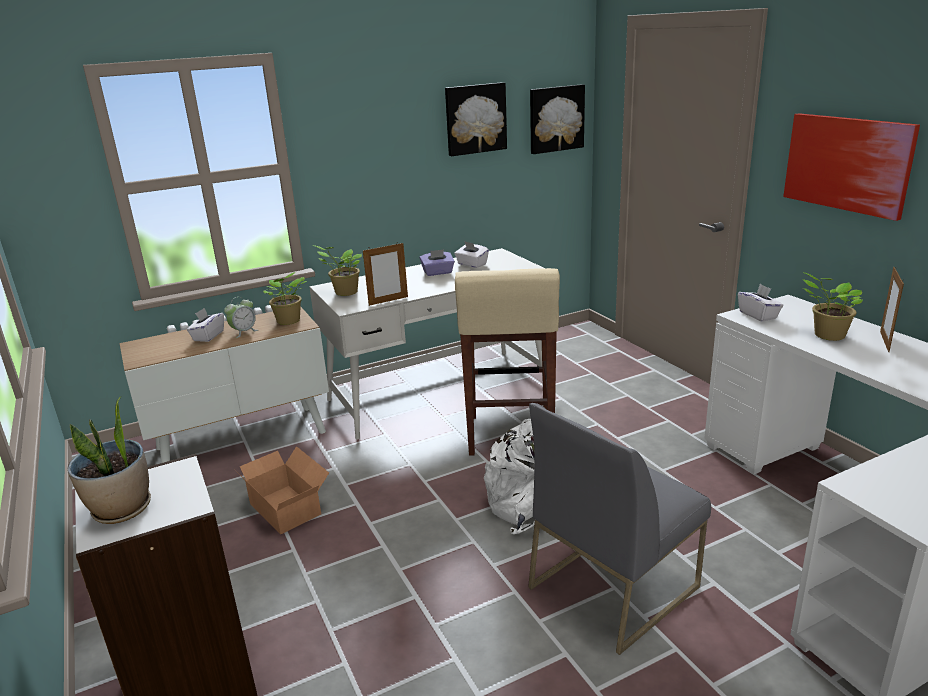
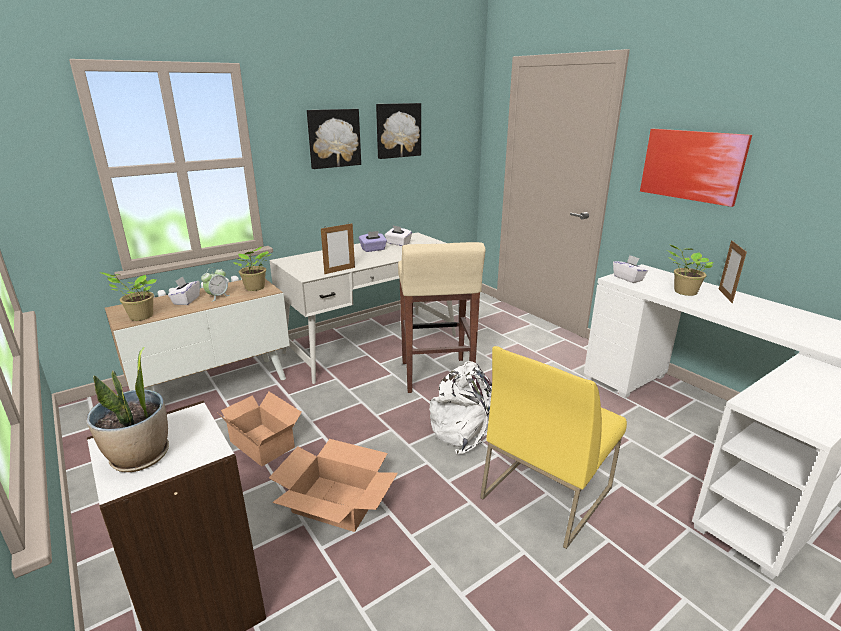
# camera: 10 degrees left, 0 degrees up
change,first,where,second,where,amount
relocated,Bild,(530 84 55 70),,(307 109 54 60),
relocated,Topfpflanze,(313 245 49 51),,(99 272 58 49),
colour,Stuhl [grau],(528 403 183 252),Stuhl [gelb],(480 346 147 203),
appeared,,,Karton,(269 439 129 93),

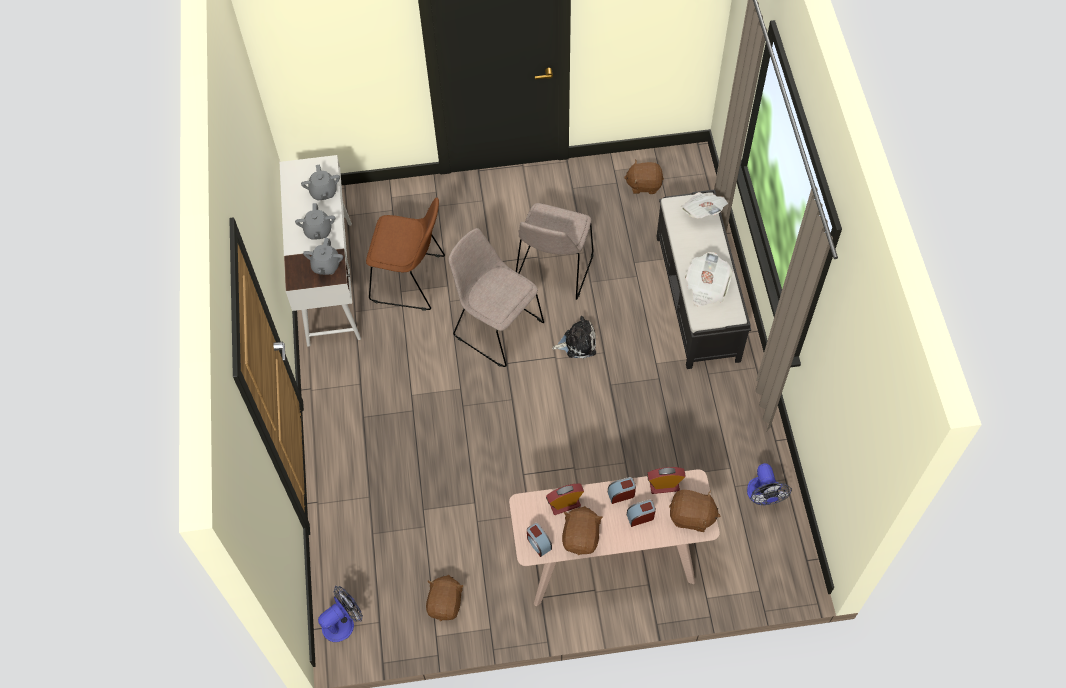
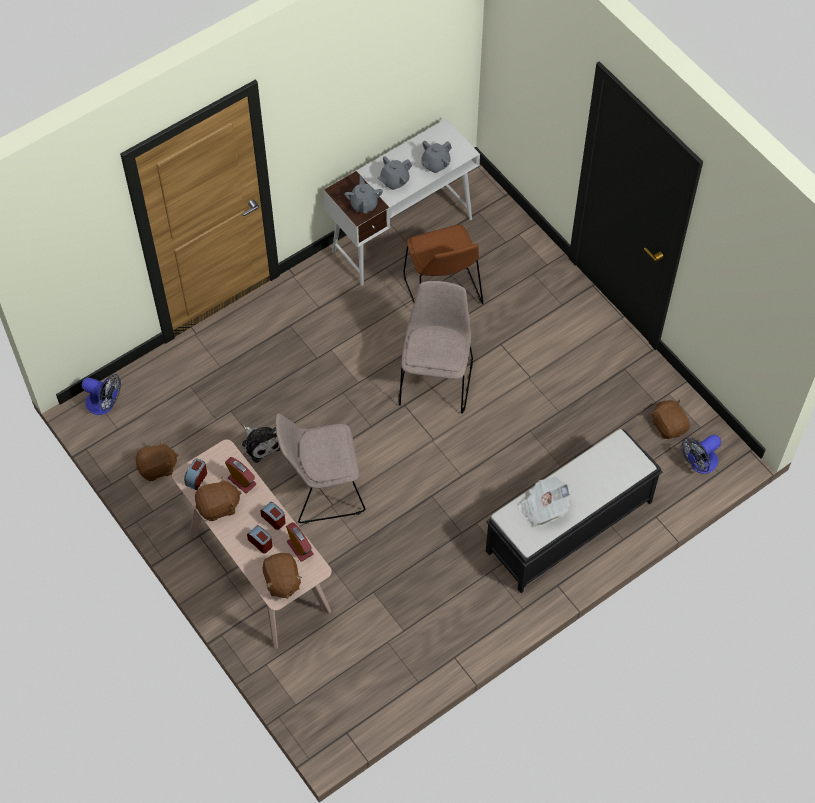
# camera: 60 degrees right, 0 degrees up
change,first,where,second,where,amount
missing,Zeitung,(680 192 48 26),,,
relocated,Stuhl [beige],(516 203 78 97),,(275 413 91 111),
spun,Teekanne [grau],(303 238 40 37),,(345 176 38 37),105 degrees clockwise
relocated,Plüschtier,(552 316 44 42),,(242 426 38 37),
relocated,Ventilator,(747 463 45 42),,(681 435 40 39),

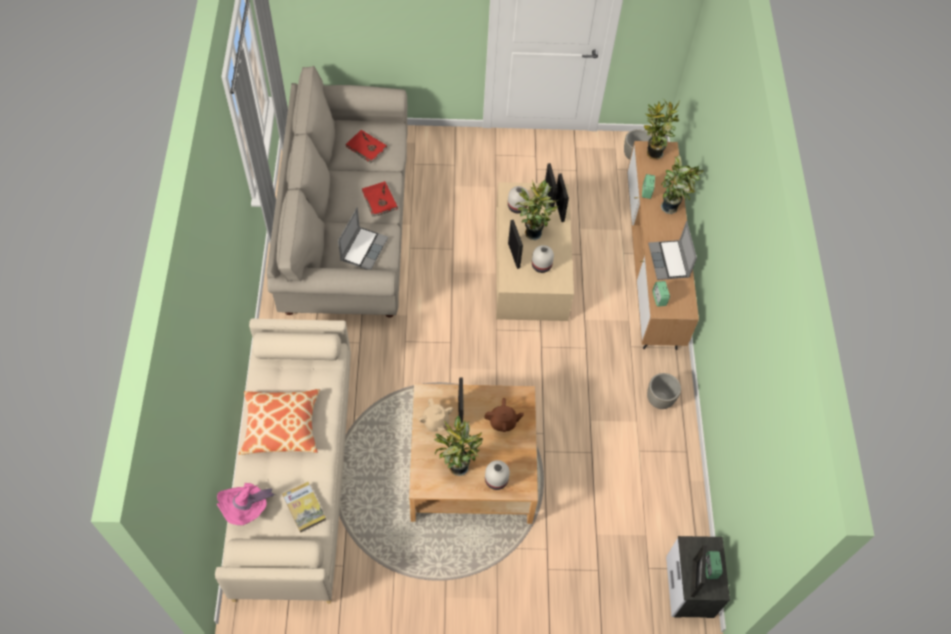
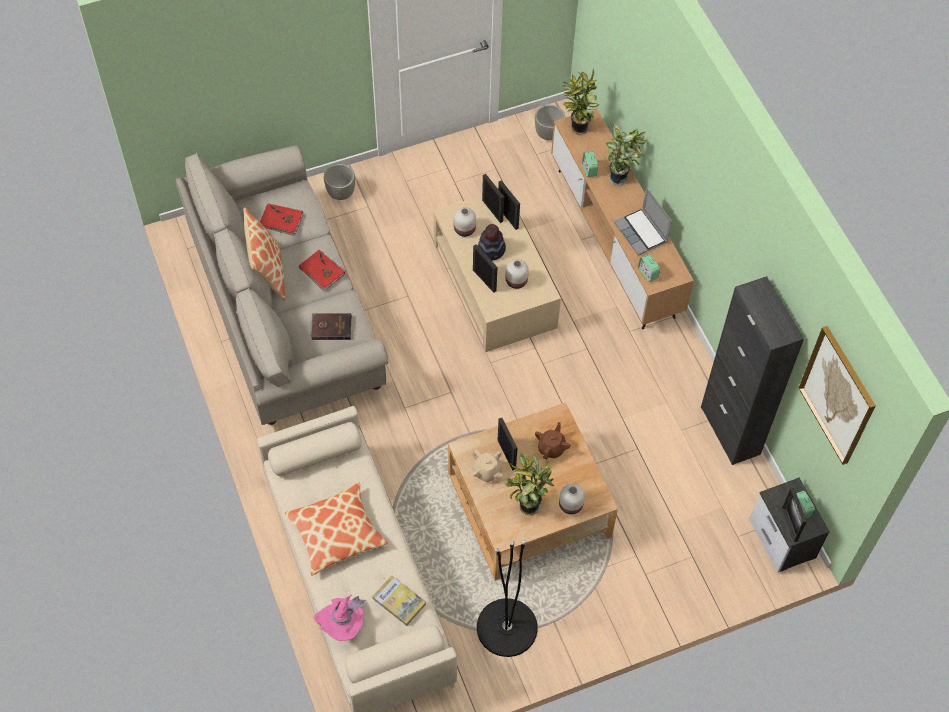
# camera: 20 degrees left, 0 degrees up
change,first,where,second,where,amount
exchanged,Topfpflanze,(516 179 42 61),Hut,(478 224 28 37),
exchanged,Laptop,(338 208 50 62),Buch [braun],(310 313 42 27),
relocated,Pflanzkübel [grau],(647 373 34 36),,(324 164 31 36),
spun,Teekanne [braun],(485 398 39 34),,(535 422 36 37),45 degrees counterclockwise
appeared,,,Kissen,(244 207 41 93),
appeared,,,Schrank [schwarz],(701 276 103 189),
appeared,,,Bild,(799 326 77 139),
appeared,,,Stehlampe [schwarz],(477 540 61 117),

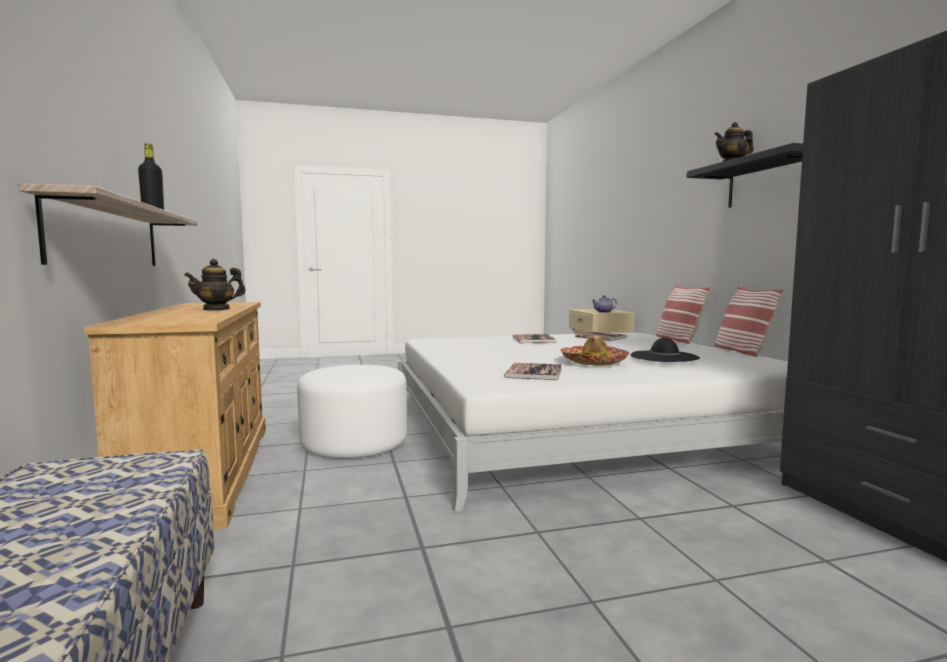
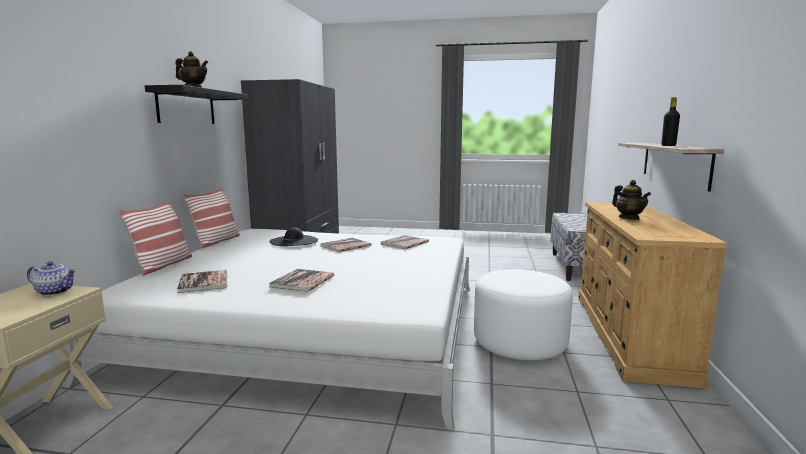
# camera: 155 degrees left, 5 degrees up
change,first,where,second,where,amount
spun,Teekanne,(184 259 62 52),,(612 180 39 40),75 degrees clockwise
exchanged,Hut,(560 336 70 29),Buch,(320 238 51 14),

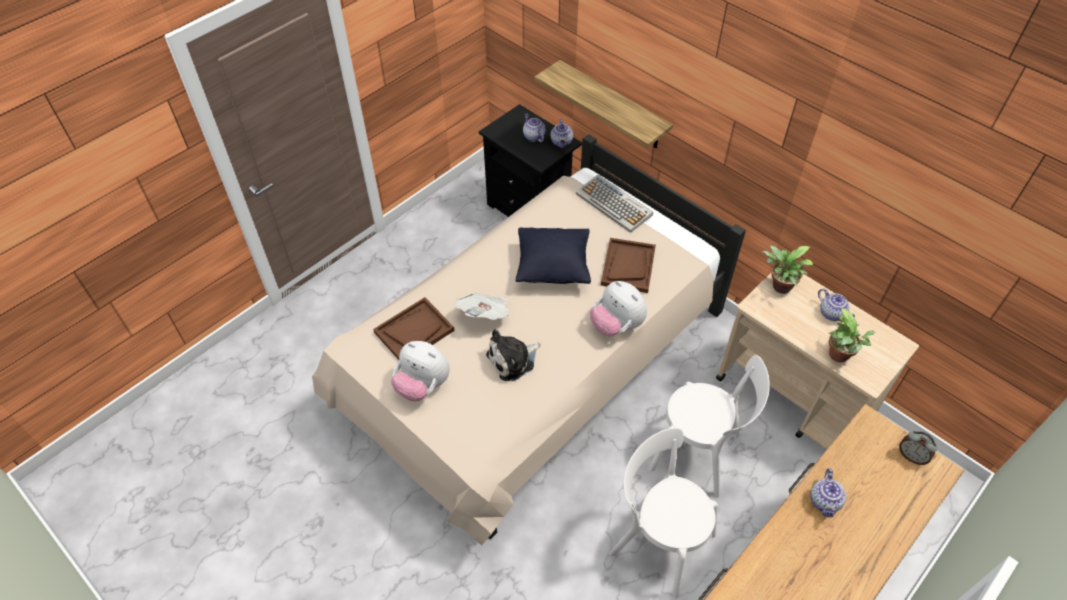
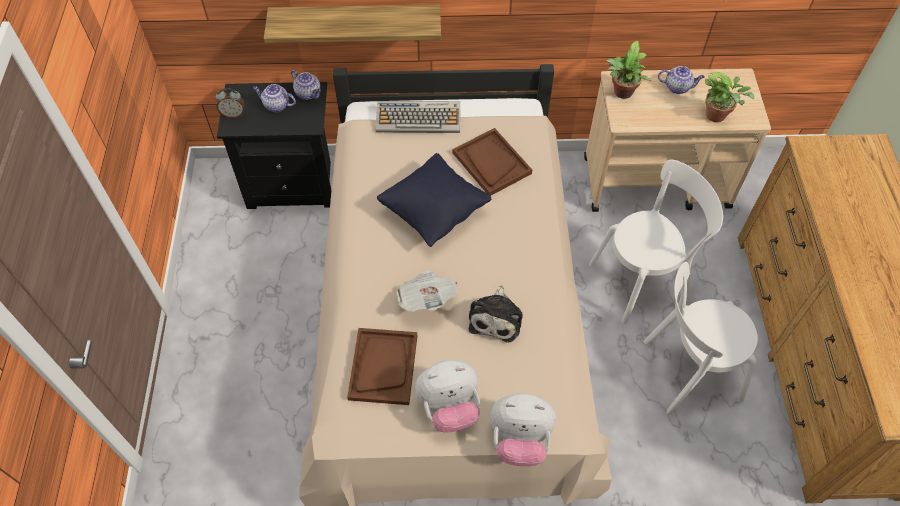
# camera: 45 degrees left, 5 degrees up
change,first,where,second,where,amount
relocated,Plüschtier,(590 281 57 55),,(490 393 66 73),
relocated,Wecker,(899 430 38 35),,(216 88 29 30),
missing,Teekanne,(810 468 36 49),,,

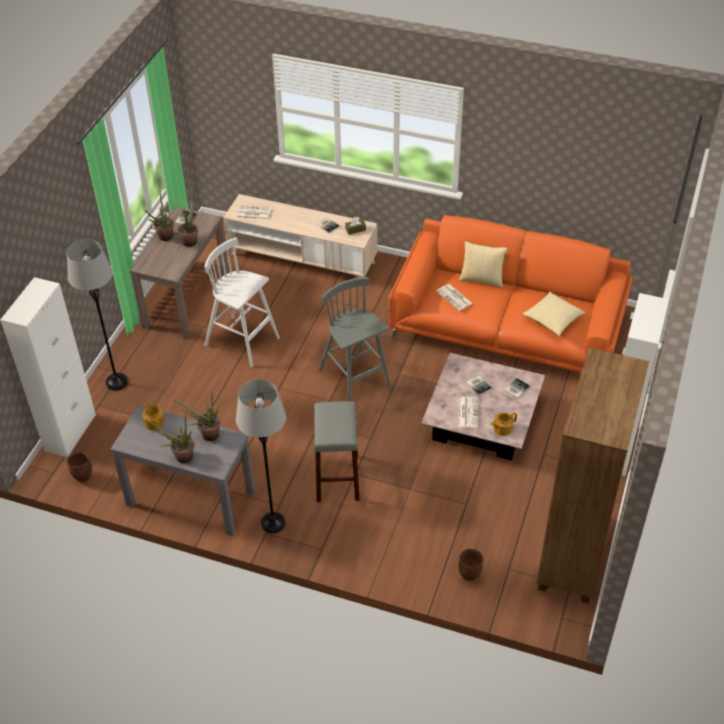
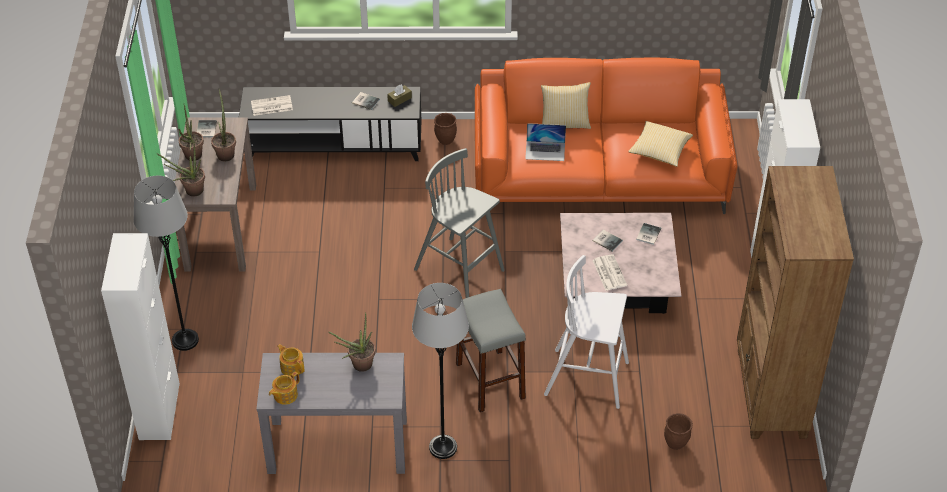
# camera: 20 degrees left, 0 degrees up
change,first,where,second,where,amount
colour,Fernsehschrank [beige],(223 194 154 84),Fernsehschrank [schwarz],(239 87 182 74),
relocated,Hocker [weiß],(205 237 75 130),,(544 255 85 154),
exchanged,Zeitung,(436 284 37 27),Laptop,(525 123 41 38),
relocated,Teekanne,(490 412 27 24),,(269 372 31 33),
relocated,Topfpflanze,(146 415 49 48),,(157 139 48 58),
relocated,Pflanzkübel [braun],(66 451 26 31),,(434 113 23 32),

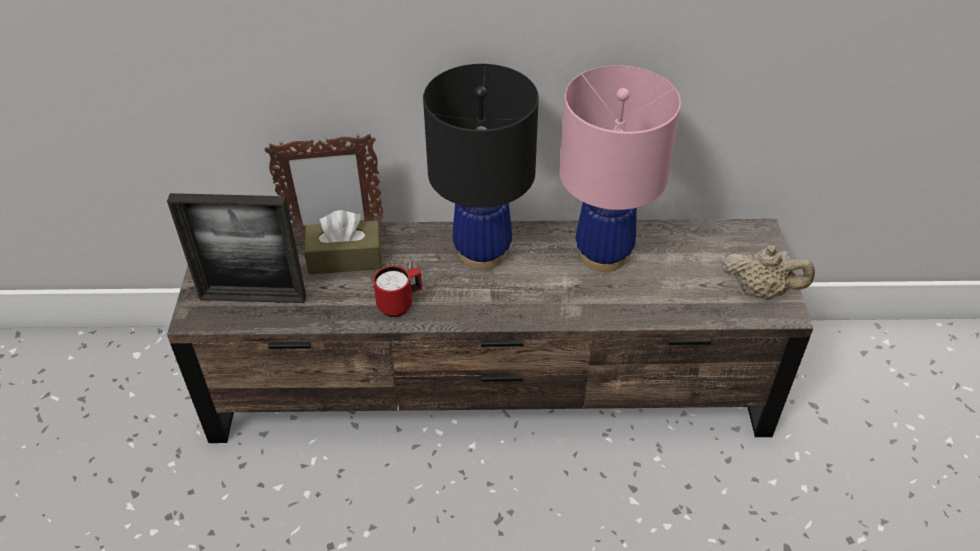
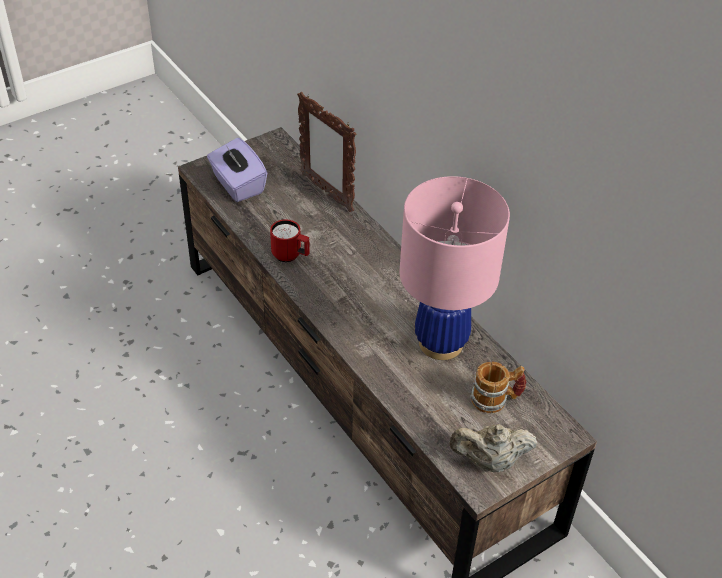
# camera: 55 degrees right, 0 degrees up
change,first,where,second,where,amount
missing,Tischlampe [schwarz],(423 64 116 206),,,
exchanged,Bilderrahmen,(167 193 139 110),Taschentuchbox [lila],(207 138 60 64),
missing,Taschentuchbox [braun],(304 210 78 65),,,
spun,Teekanne [beige],(722 245 93 55),,(449 424 88 48),105 degrees clockwise
appeared,,,Henkelbecher,(470 361 56 52),

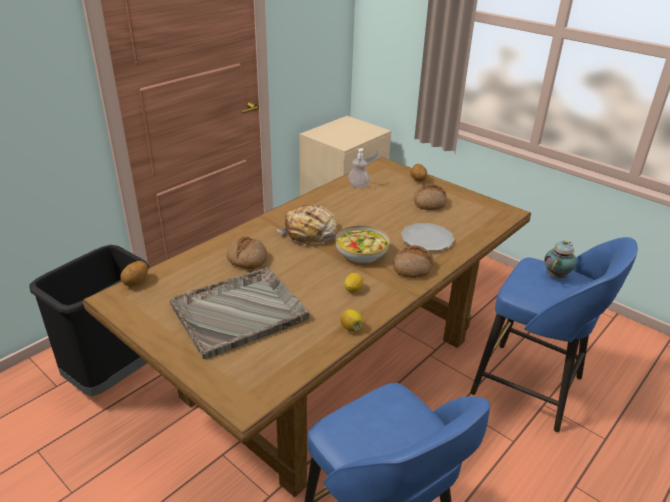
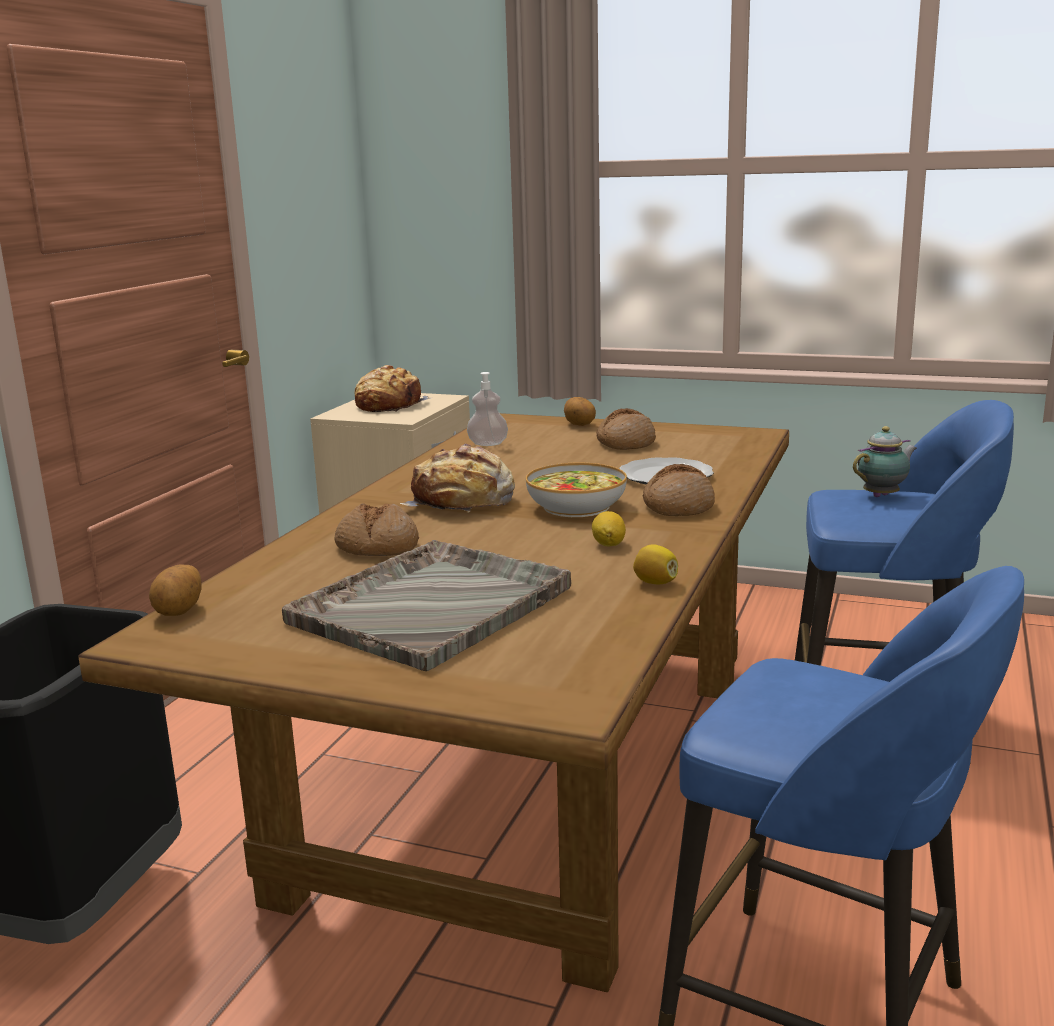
# camera: 20 degrees left, 15 degrees down
change,first,where,second,where,amount
spun,Teekanne,(544 240 33 38),,(853 426 64 71),45 degrees clockwise
appeared,,,Brot,(355 365 76 47),

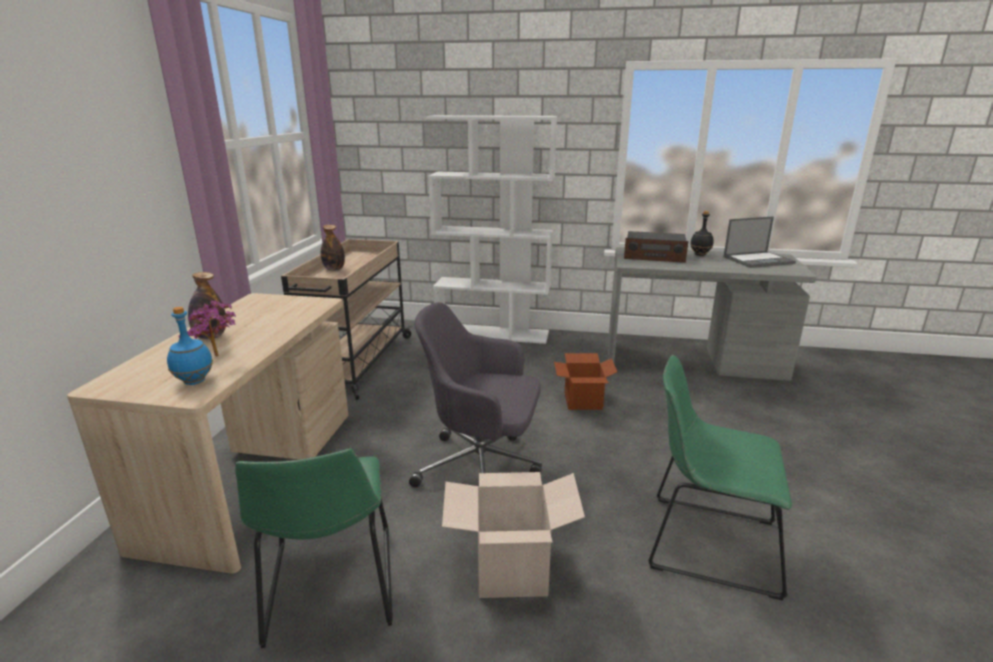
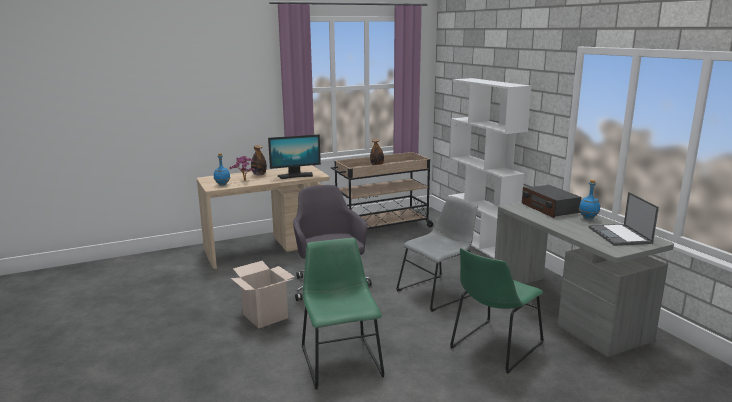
# camera: 55 degrees right, 5 degrees down
change,first,where,second,where,amount
colour,Flasche [schwarz],(690 211 24 45),Flasche [blau],(579 180 21 40),
spun,Laptop,(724 217 72 51),,(589 192 70 54),45 degrees clockwise
exchanged,Karton,(554 353 63 57),Stuhl [grau],(396 196 82 116),
relocated,Stuhl [grün],(235 448 158 200),,(450 248 94 125),
appeared,,,Monitor,(268 134 53 45),

